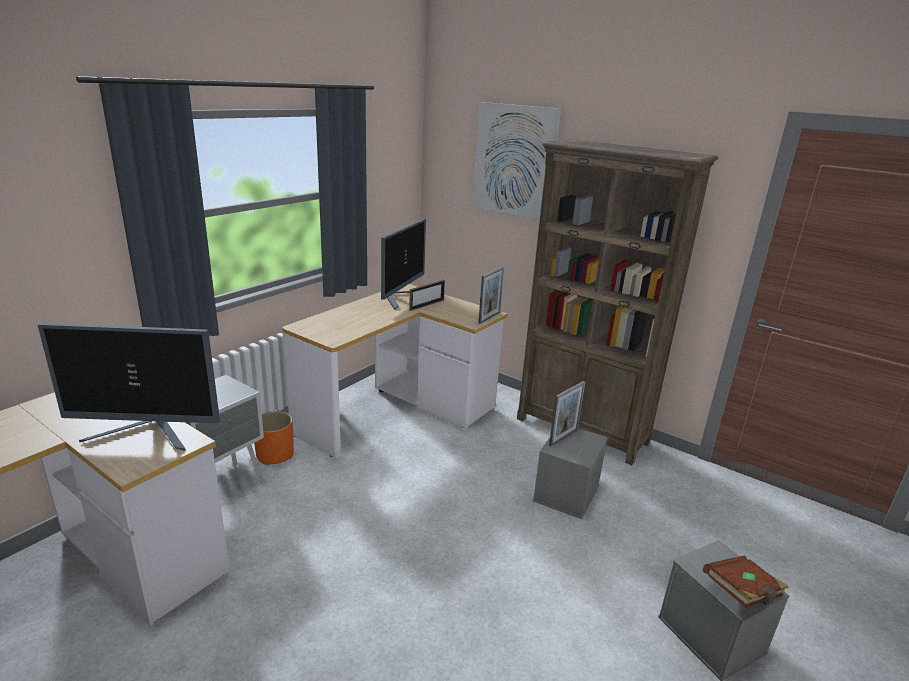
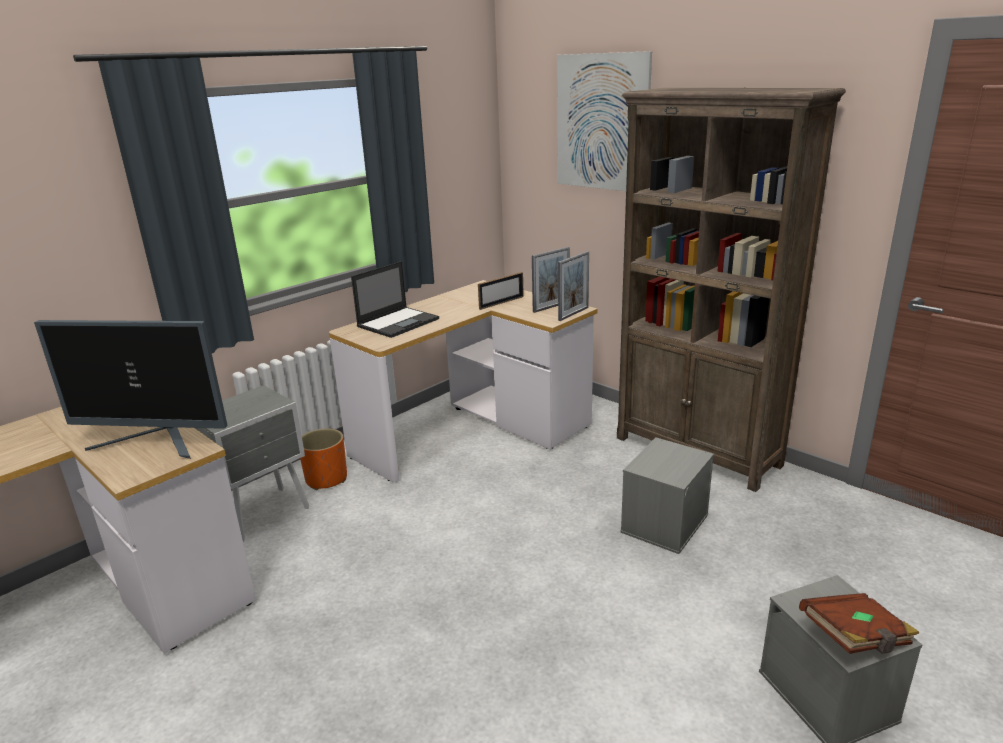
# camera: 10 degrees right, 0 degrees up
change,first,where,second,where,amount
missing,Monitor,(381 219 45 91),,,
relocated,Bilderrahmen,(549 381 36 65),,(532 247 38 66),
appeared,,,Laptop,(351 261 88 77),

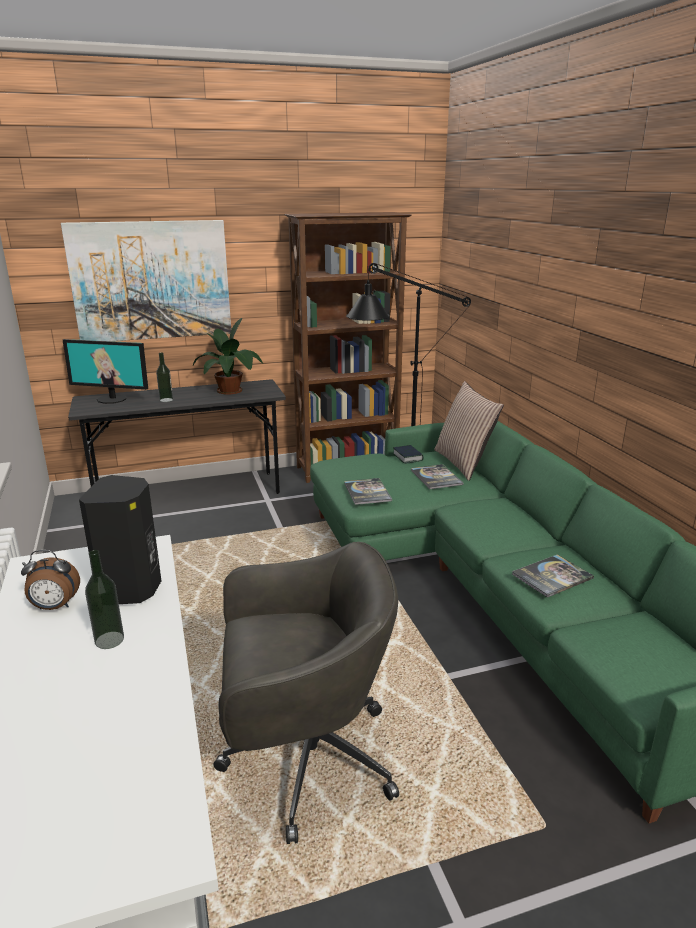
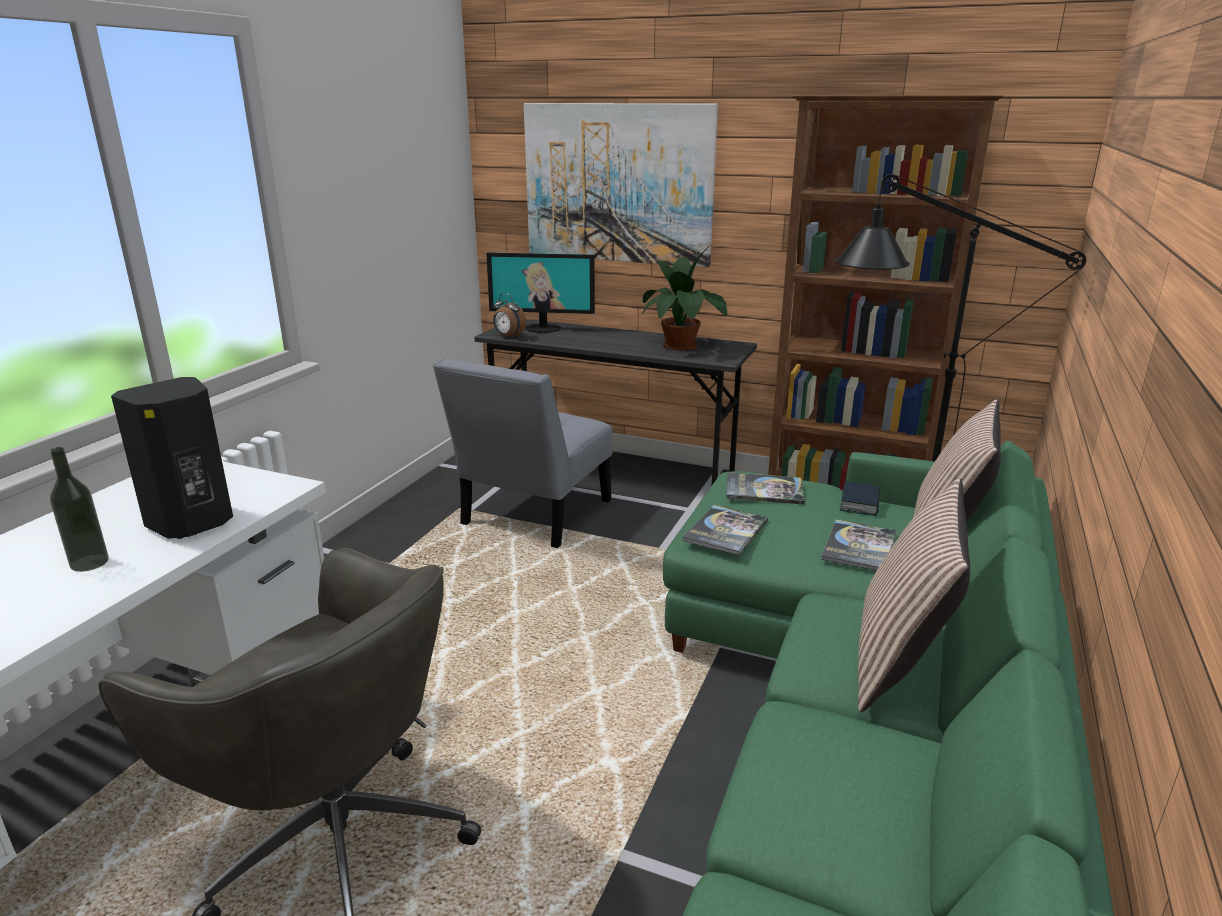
# camera: 40 degrees right, 0 degrees up
change,first,where,second,where,amount
spun,Monitor,(63 339 85 65),,(486 252 109 81),45 degrees counterclockwise
missing,Flasche,(156 352 17 50),,,
relocated,Wecker,(21 550 59 60),,(493 293 33 46),
relocated,Buch,(512 554 82 44),,(726 472 79 32),
appeared,,,Stuhl [grau],(433 358 180 190),
appeared,,,Kissen,(858 478 112 234),

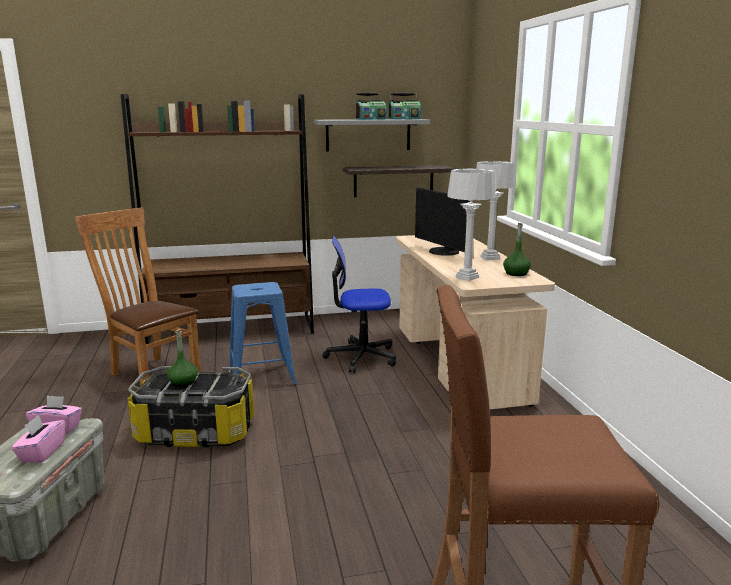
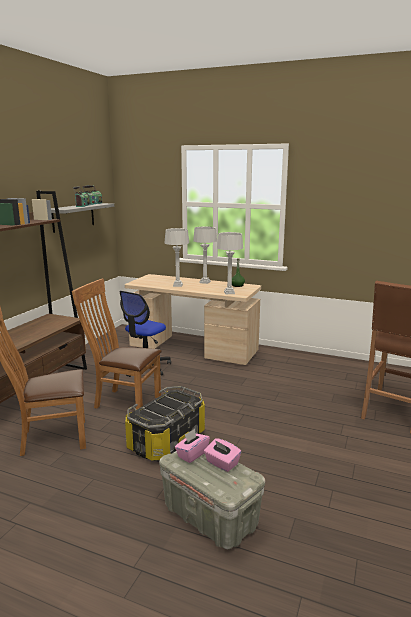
# camera: 55 degrees left, 0 degrees up
change,first,where,second,where,amount
missing,Wandregal,(343 165 112 32),,,
exchanged,Monitor,(415 187 55 69),Tischlampe [grau],(165 228 24 59),
exchanged,Hocker [blau],(230 282 67 104),Stuhl [braun],(72 279 90 130),
missing,Flasche [grün],(167 329 31 58),,,

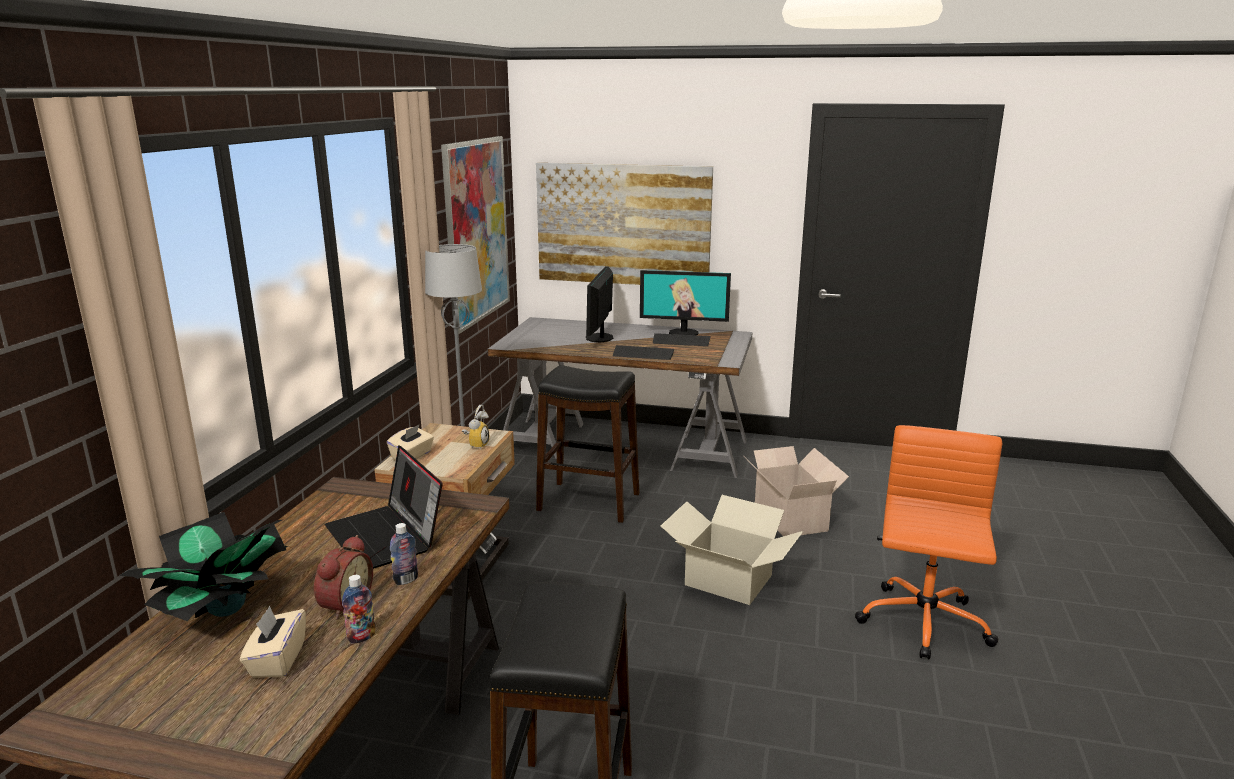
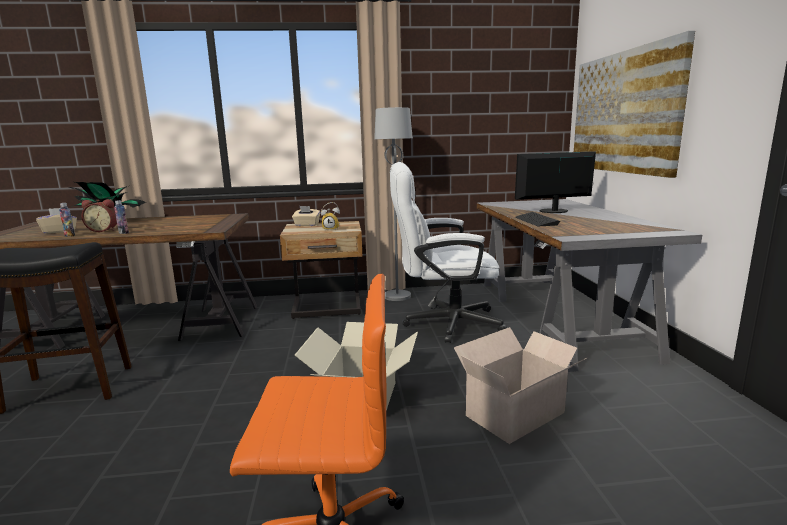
# camera: 70 degrees right, 5 degrees down
change,first,where,second,where,amount
missing,Bild,(441 136 69 198),,,
missing,Monitor,(640 270 91 65),,,
missing,Tastatur,(653 333 58 13),,,
exchanged,Hocker [schwarz],(536 365 104 158),Bürostuhl [weiß],(390 162 117 181),
missing,Laptop,(325 445 118 124),,,

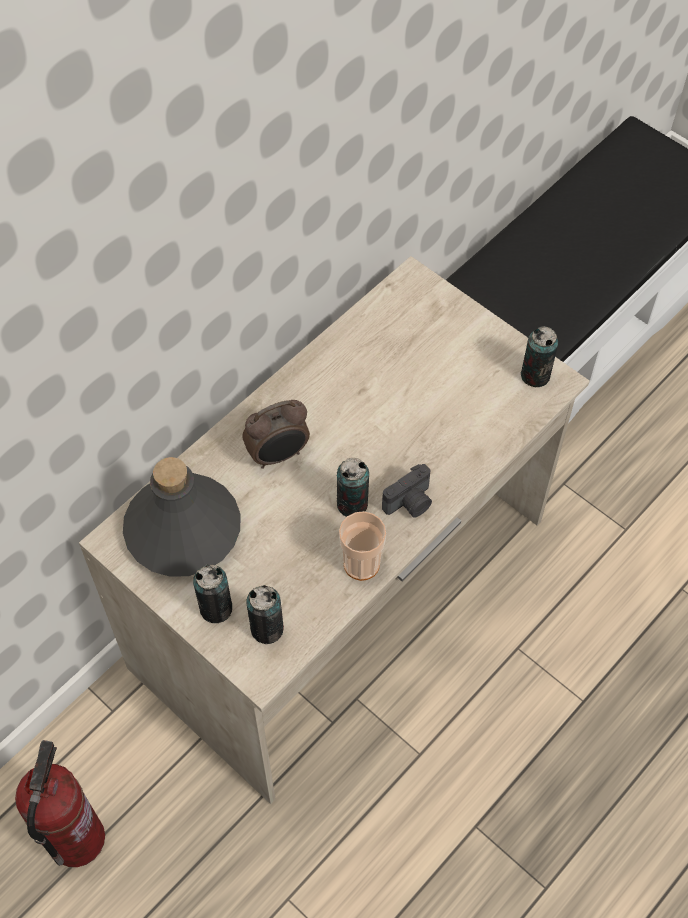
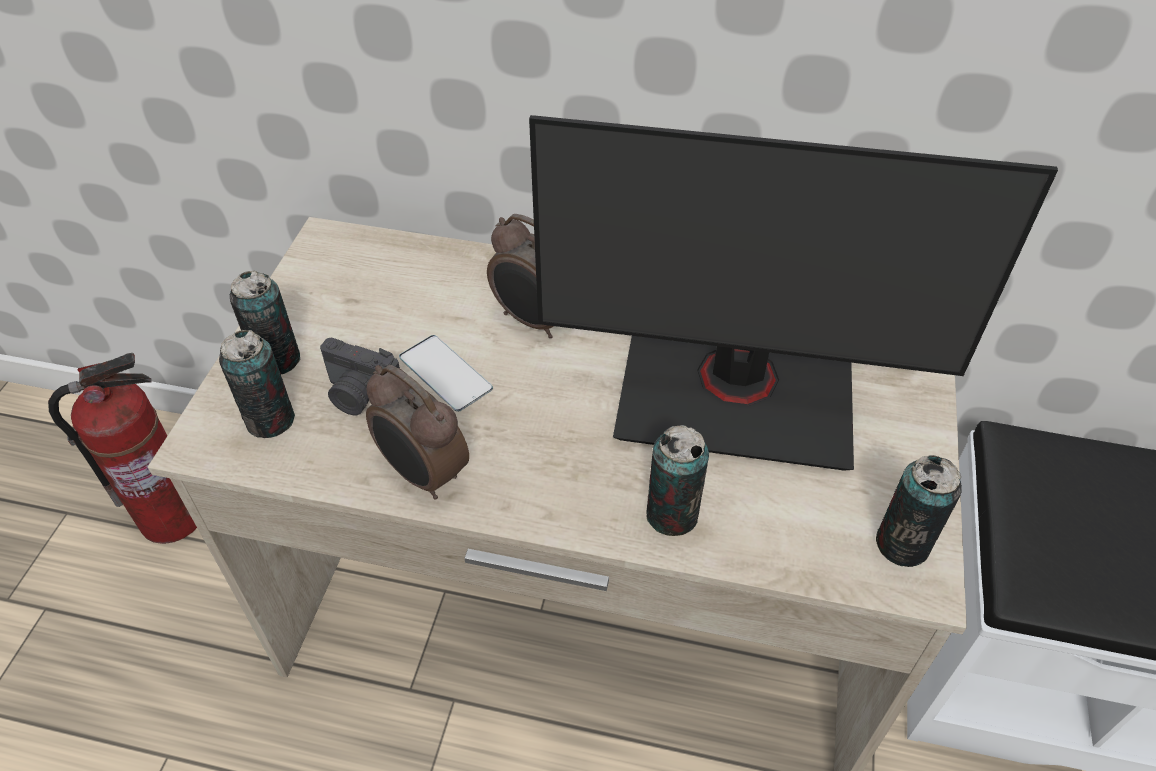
# camera: 60 degrees right, 10 degrees down
change,first,where,second,where,amount
missing,Flasche [grau],(123 457 118 120),,,
relocated,Dose,(337 458 32 59),,(646 425 63 111),
relocated,Kamera,(382 464 50 54),,(320 337 80 78),
exchanged,Tasse,(339 511 47 70),Wecker,(366 365 103 135),
appeared,,,Monitor,(529 115 529 356),
appeared,,,Handy,(399 335 94 77),

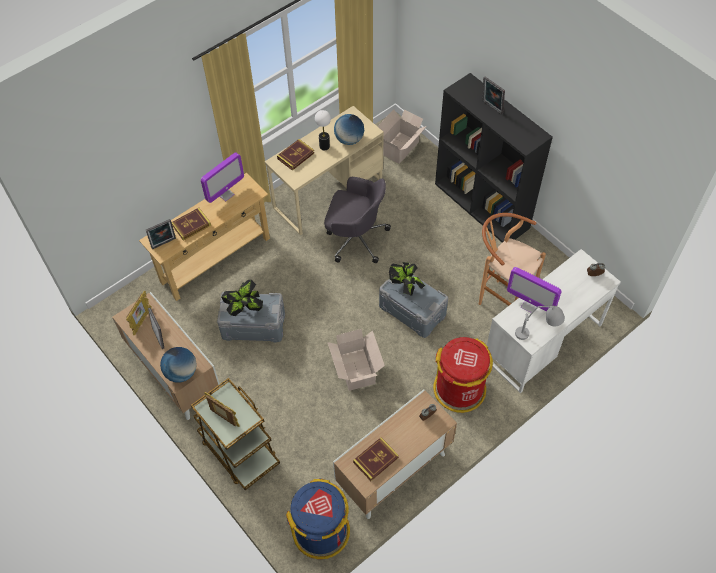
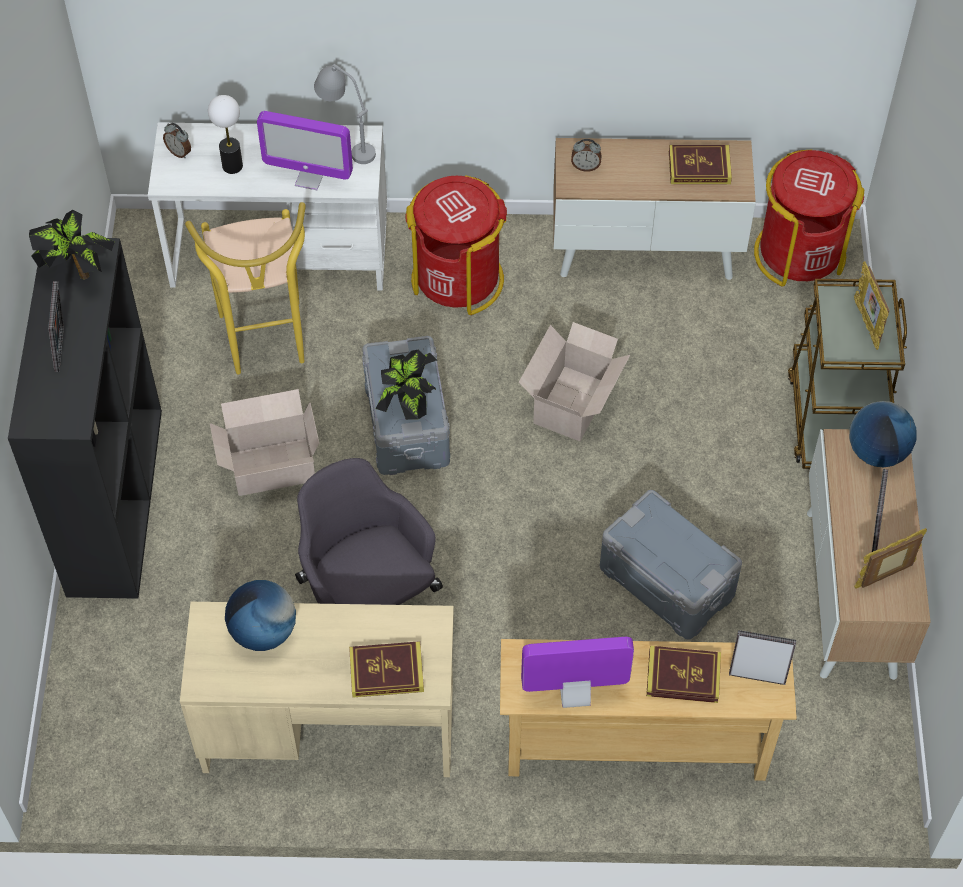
# camera: 140 degrees left, 0 degrees up
change,first,where,second,where,amount
relocated,Karton,(377 109 50 55),,(210 389 109 107),
relocated,Tischlampe,(315 110 16 40),,(208 95 35 79),
colour,Hocker [braun],(479 213 67 93),Hocker [gelb],(185 202 121 172),
spun,Monitor,(507 267 55 46),,(257 111 96 79),120 degrees clockwise
relocated,Topfpflanze,(221 280 42 36),,(29 210 86 70),
colour,Mülleimer [blau],(286 479 64 80),Mülleimer [rot],(754 149 110 137),

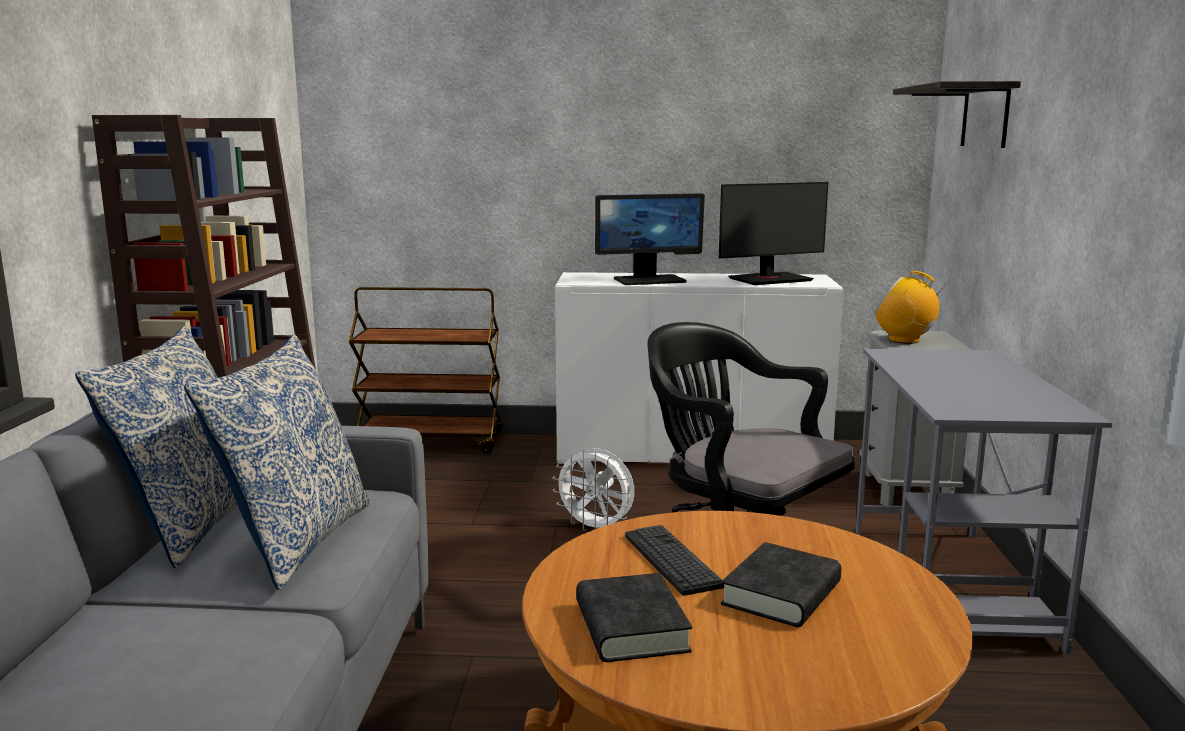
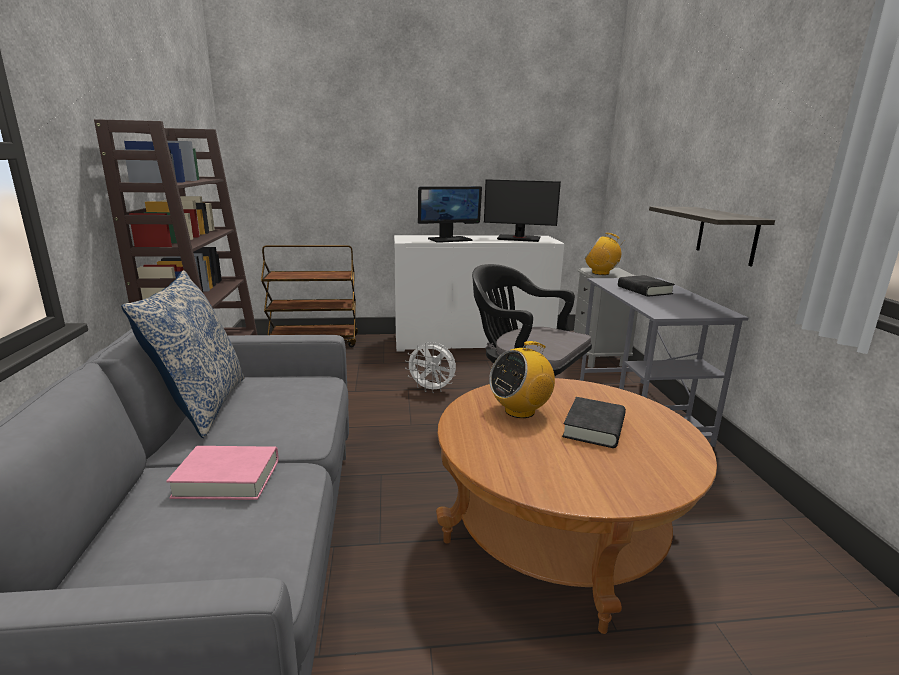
# camera: 10 degrees left, 5 degrees up
change,first,where,second,where,amount
relocated,Wandregal,(893 81 128 67),,(649 206 126 61),
spun,Monitor,(719 182 109 103),,(484 179 77 63),45 degrees clockwise
missing,Kissen,(184 335 186 255),,,
exchanged,Tastatur,(625 525 99 71),Radio,(489 341 66 77),
relocated,Buch [schwarz],(576 573 116 89),,(618 275 57 22),
appeared,,,Buch [rosa],(166 446 113 54),

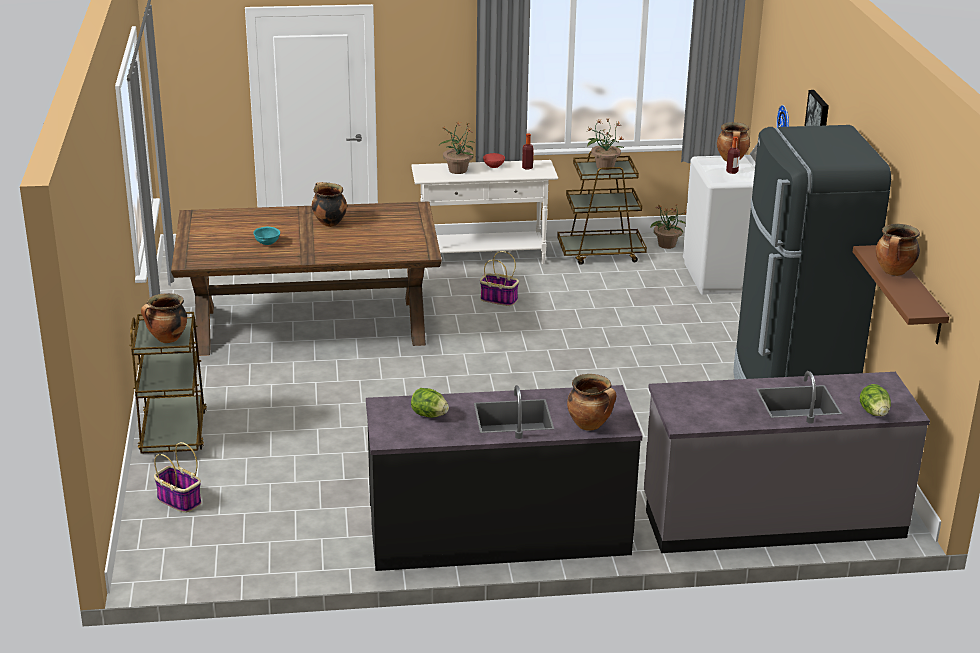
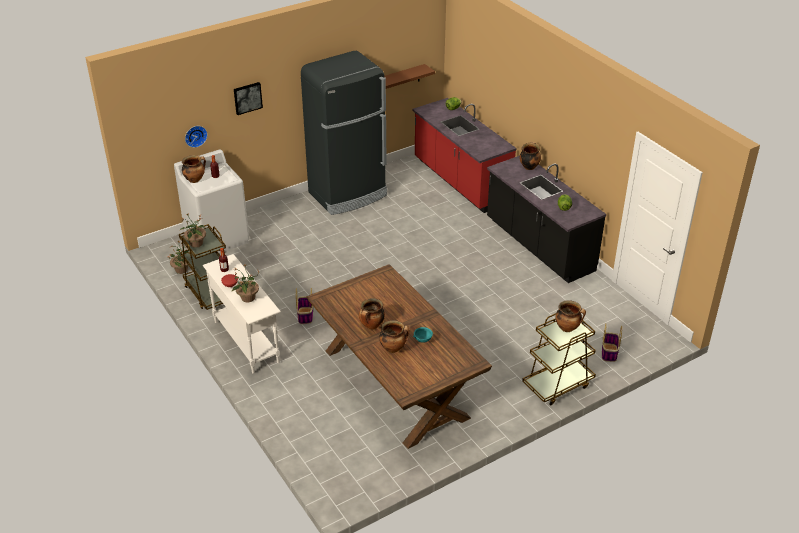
# camera: 115 degrees left, 10 degrees up
change,first,where,second,where,amount
relocated,Kochtopf,(876 224 44 52),,(379 320 30 33),
colour,Küchenzeile [grau],(644 371 286 182),Küchenzeile [rot],(412 98 104 115),

